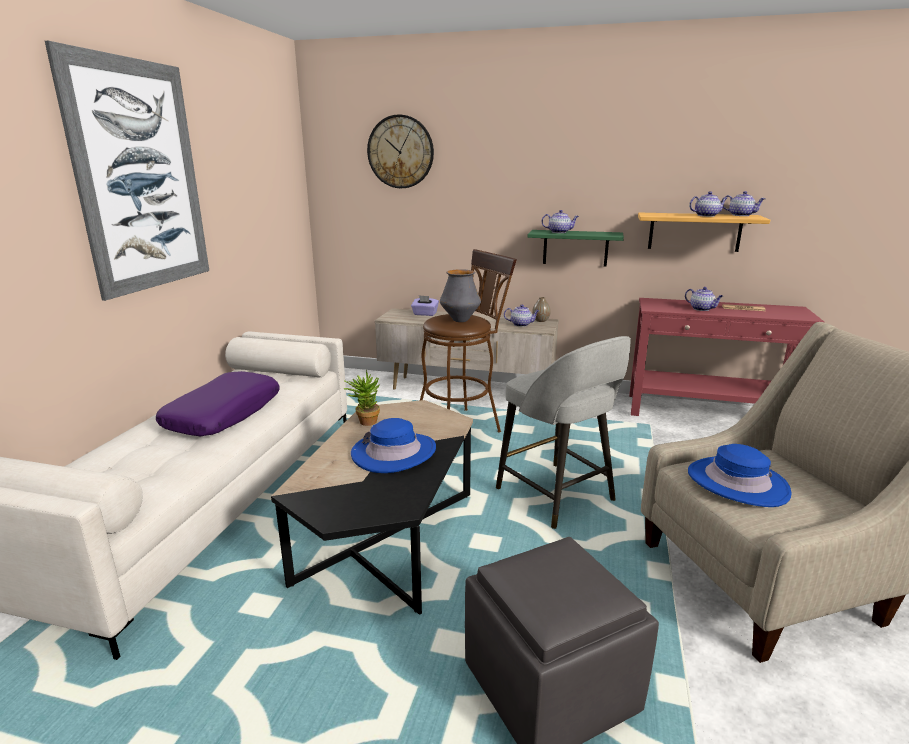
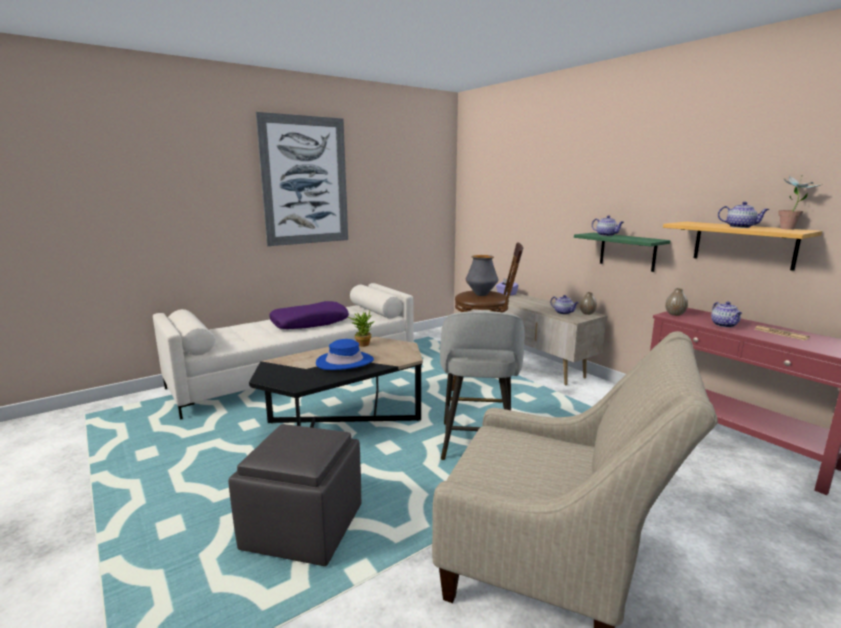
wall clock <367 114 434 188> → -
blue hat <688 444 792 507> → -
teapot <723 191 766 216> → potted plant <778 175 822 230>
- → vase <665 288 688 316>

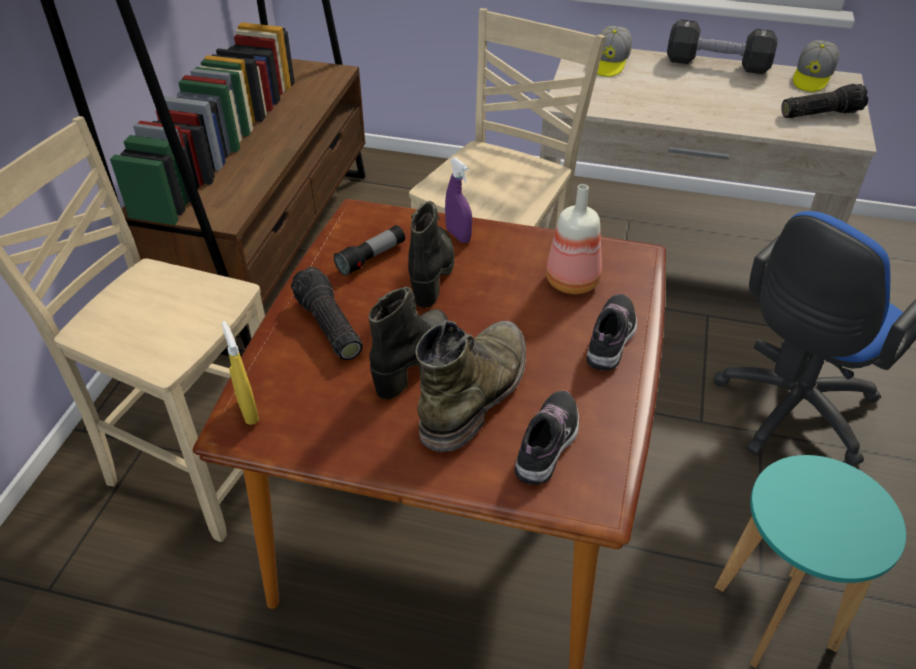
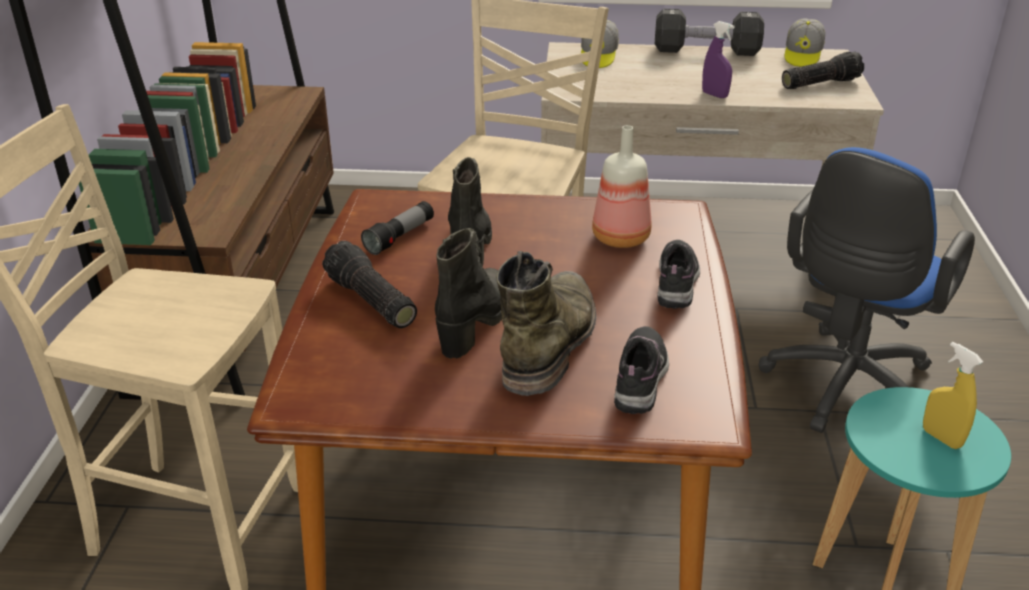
yellow spray bottle <222 321 259 425> → yellow spray bottle <923 342 983 449>, moved
purple spray bottle <445 157 472 243> → purple spray bottle <702 21 735 98>, moved

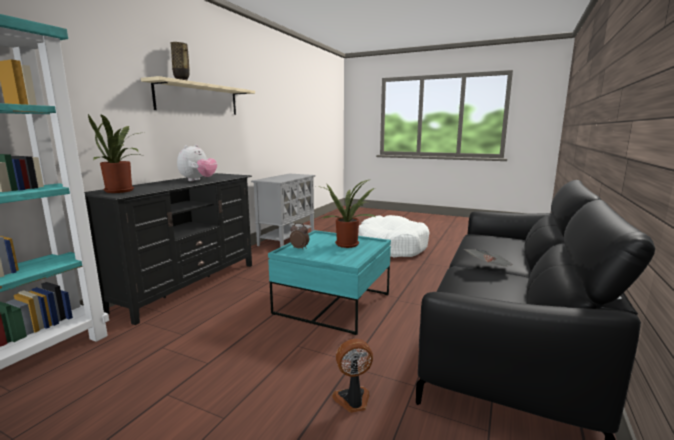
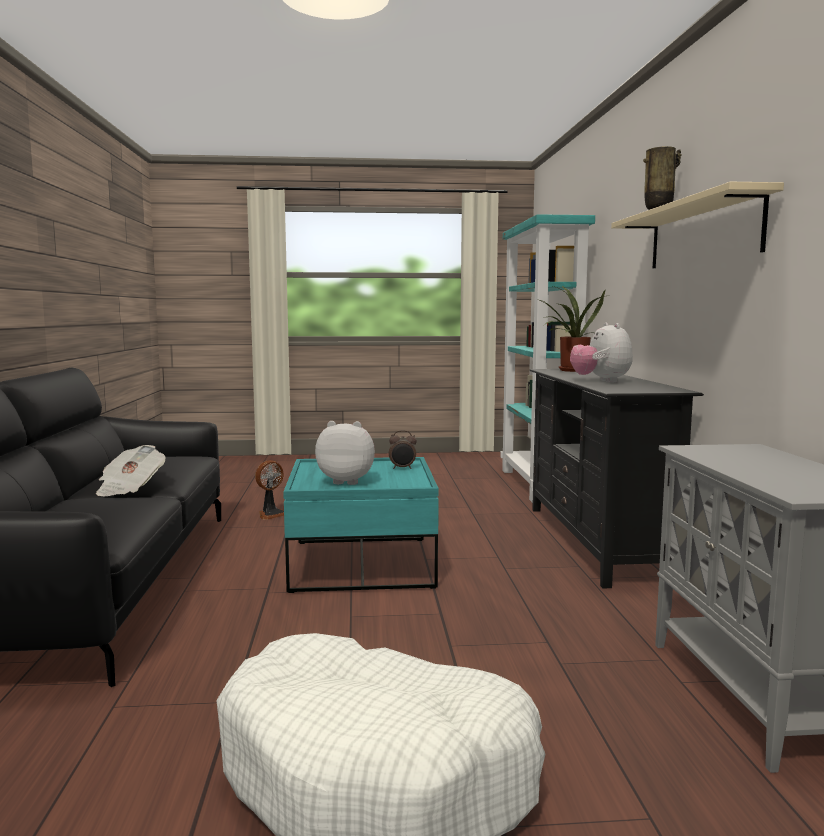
potted plant <316 179 377 248> → plush toy <315 421 375 485>

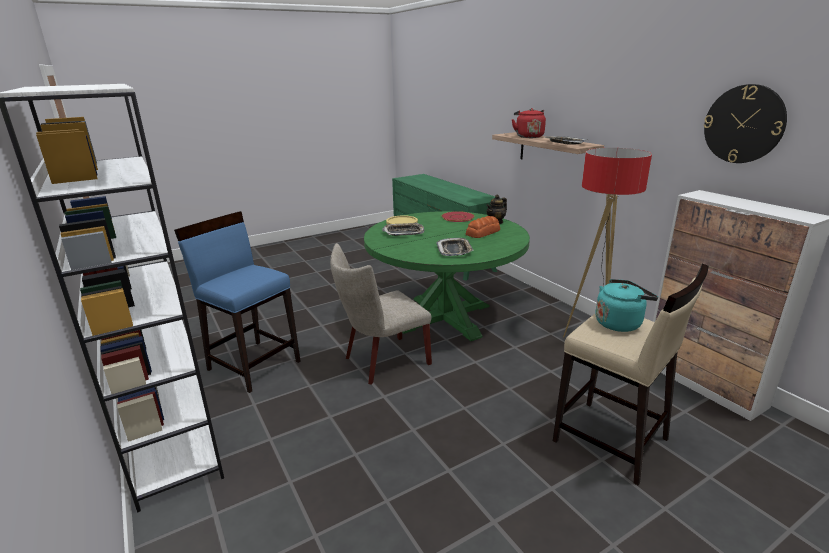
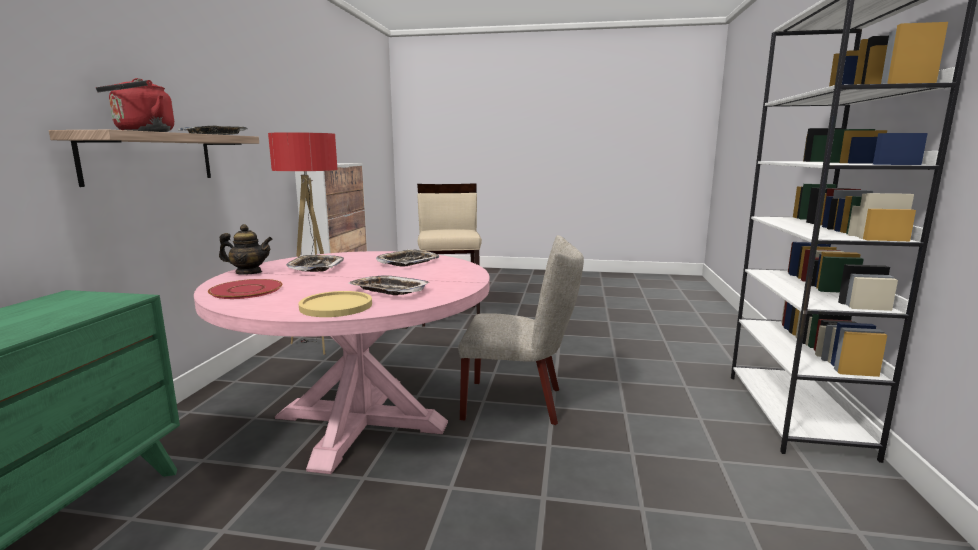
blue stool <174 211 300 393> → -
green dining table <364 211 530 341> → pink dining table <194 251 490 474>
bread <466 216 500 238> → tray <286 255 344 272>
turquoise kettle <595 279 658 332> → -
wall clock <704 84 787 163> → -

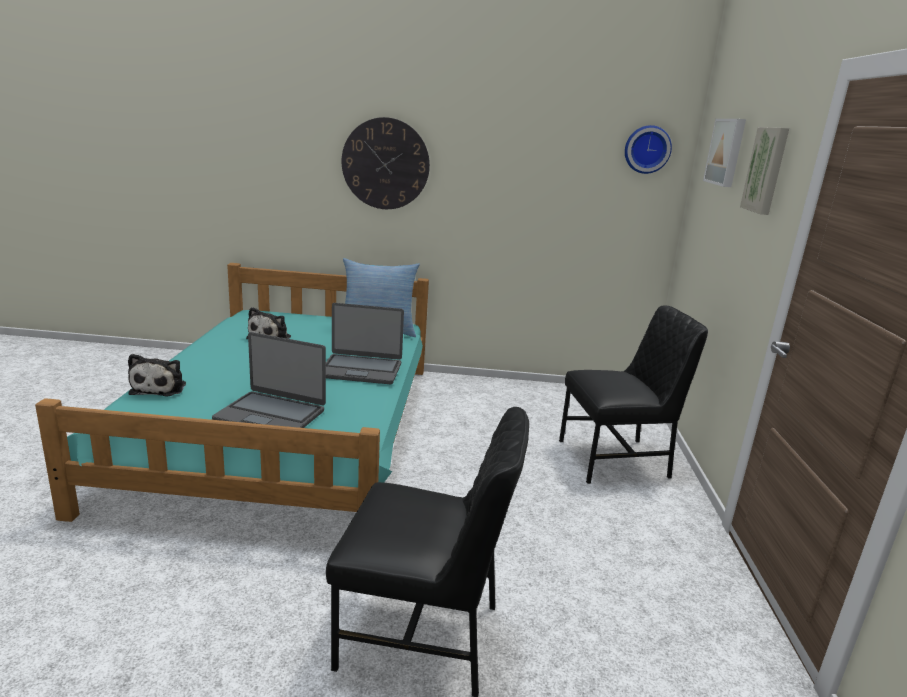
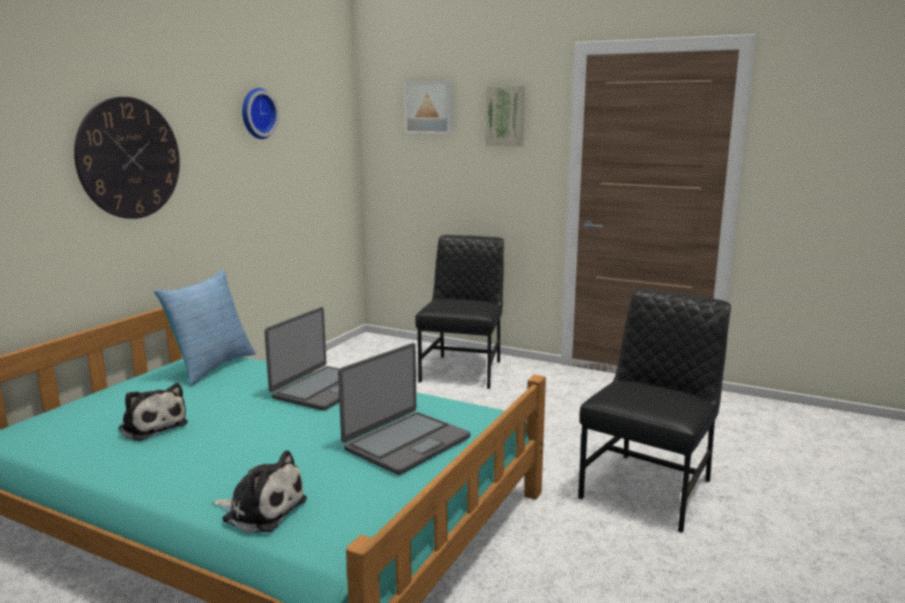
wall clock <625 125 672 174> → wall clock <242 88 279 139>, moved

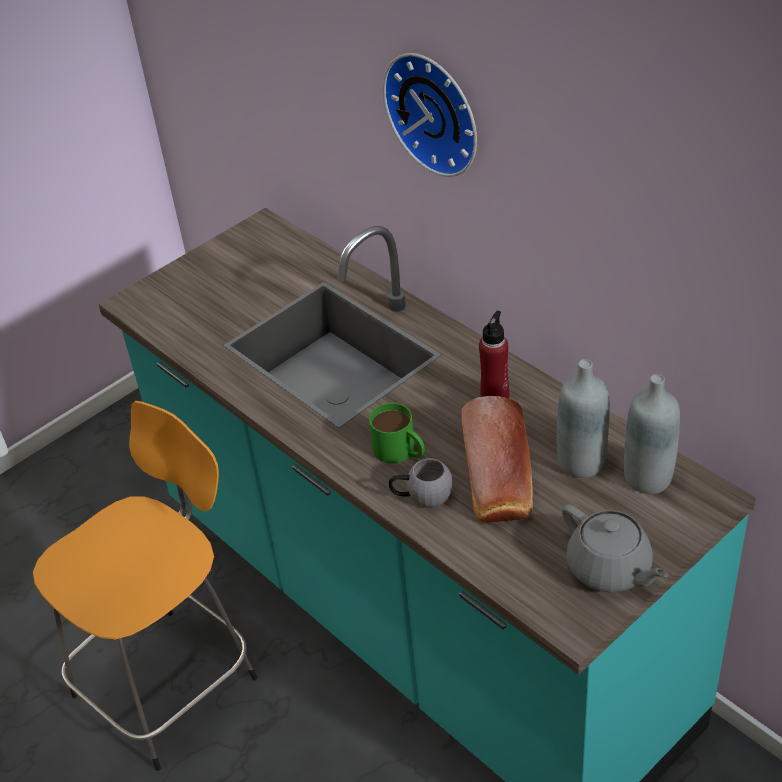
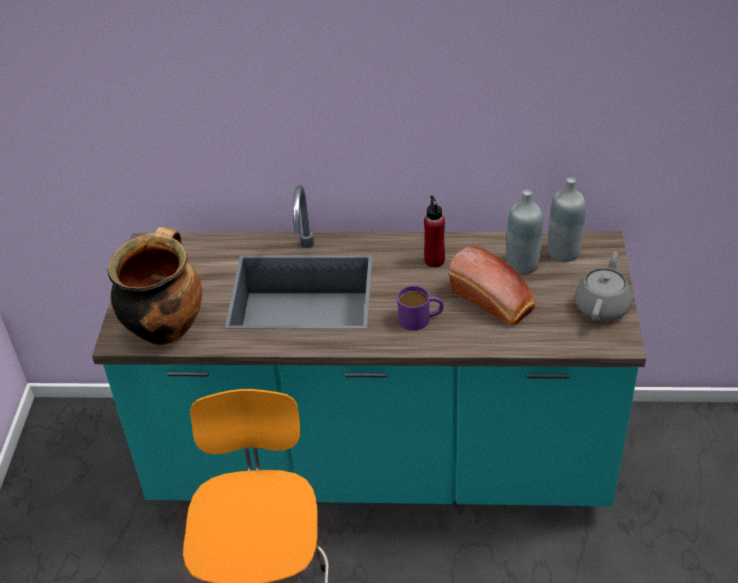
green mug <369 403 425 463> → purple mug <397 286 443 331>
wall clock <383 53 477 177> → -
grey mug <389 458 453 508> → -
grey teapot <562 504 668 593> → grey teapot <575 251 632 322>, 75 degrees counterclockwise
- → cooking pot <108 227 202 345>

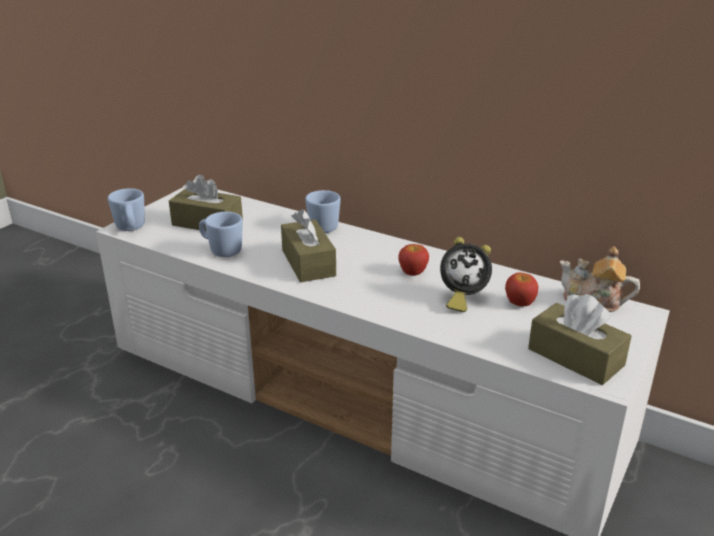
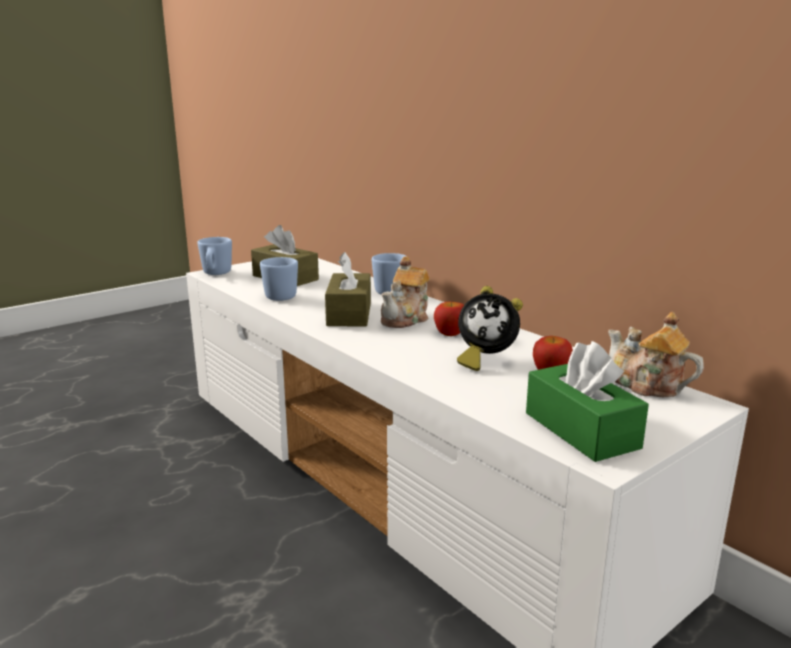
brown tissue box <528 294 632 385> → green tissue box <526 341 649 462>
- → teapot <381 256 429 328>

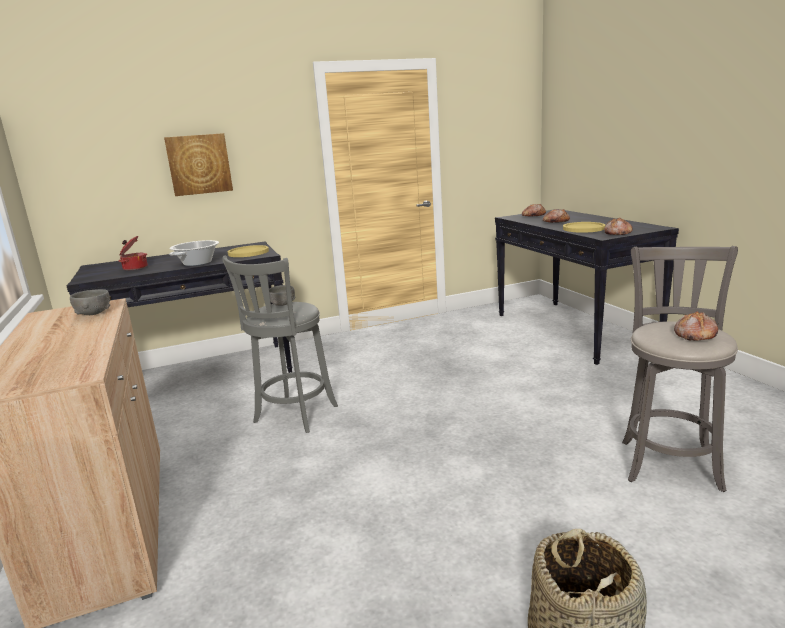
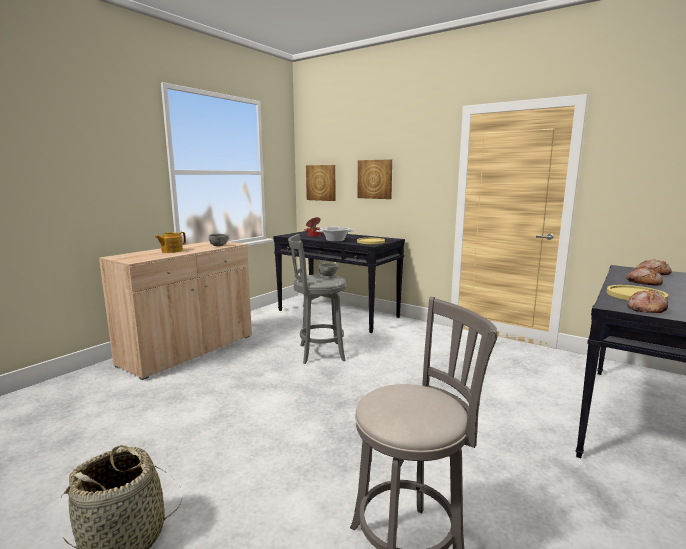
bread <674 311 718 341> → -
- → teapot <155 232 186 253>
- → picture <306 165 336 201>

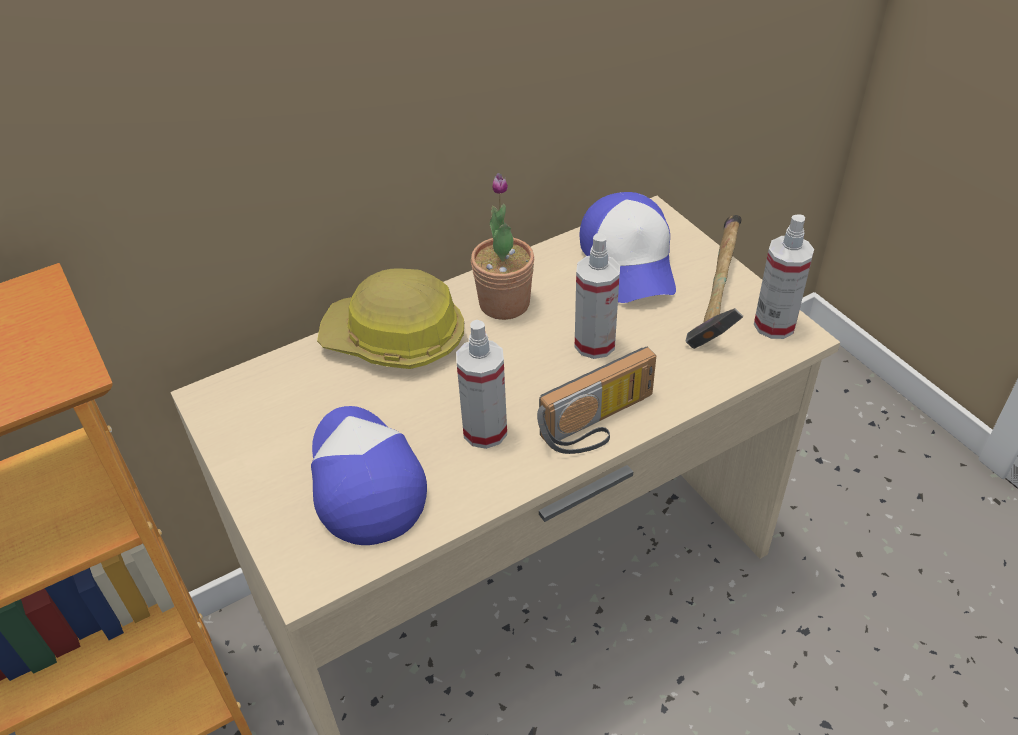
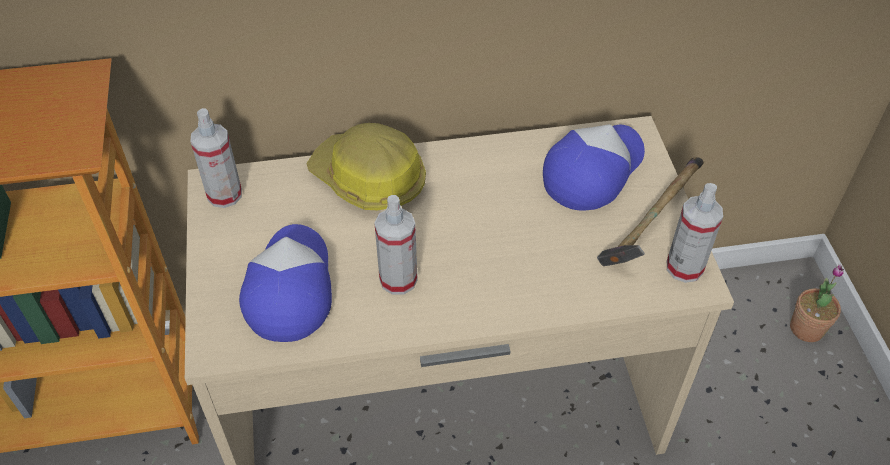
potted plant <471 173 534 320> → potted plant <790 264 844 342>, moved
radio <537 347 656 454> → -
spray bottle <575 233 620 359> → spray bottle <191 108 242 208>, moved
cap <580 192 676 303> → cap <543 125 645 210>, 150 degrees counterclockwise

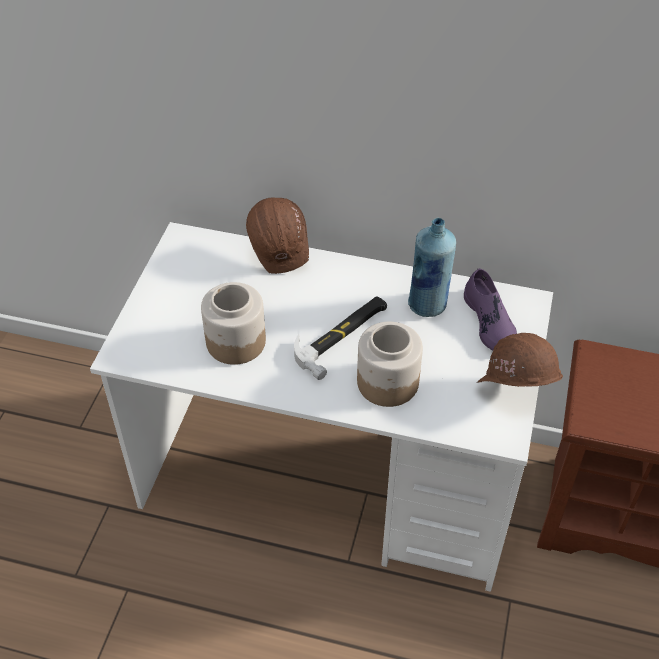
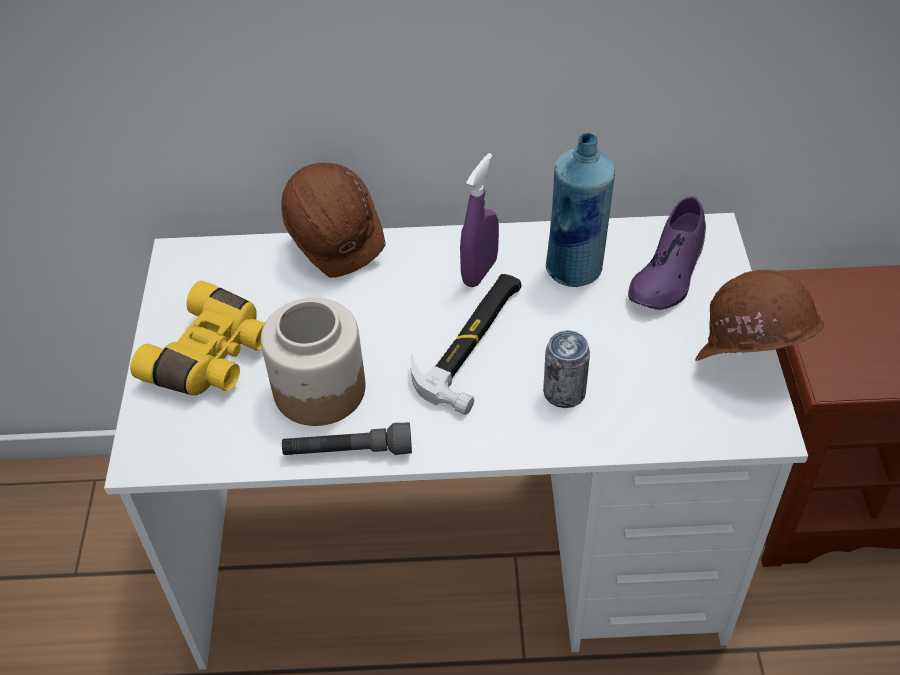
jar <357 322 423 407> → can <543 330 590 408>
purple shoe <464 268 517 350> → purple shoe <628 196 706 310>, 60 degrees clockwise
- → yellow binoculars <130 281 265 395>
- → grey flashlight <282 423 412 455>
- → purple spray bottle <460 153 499 287>

